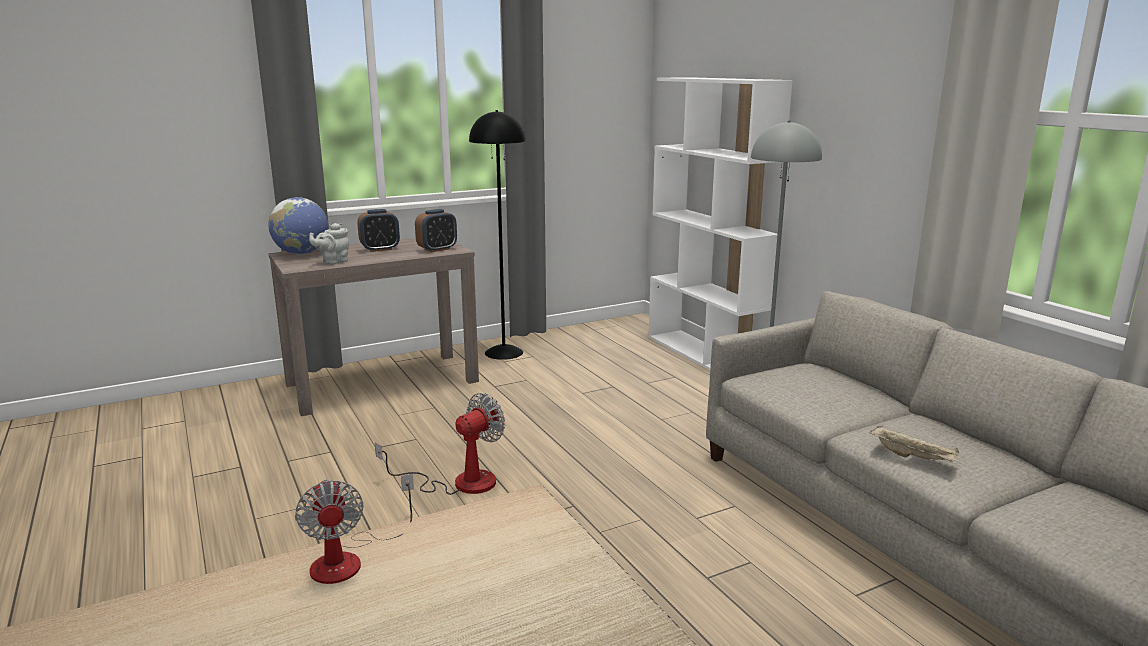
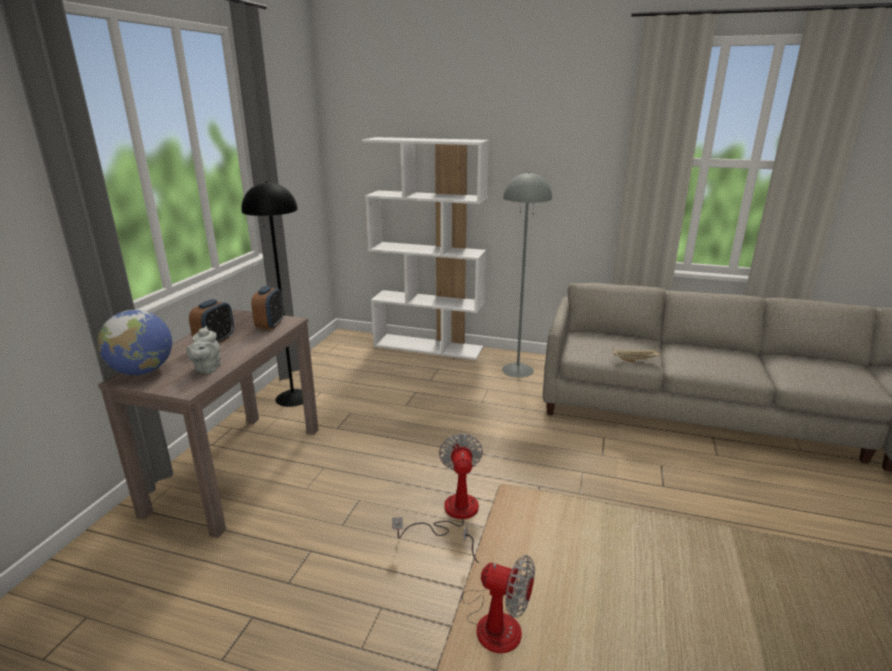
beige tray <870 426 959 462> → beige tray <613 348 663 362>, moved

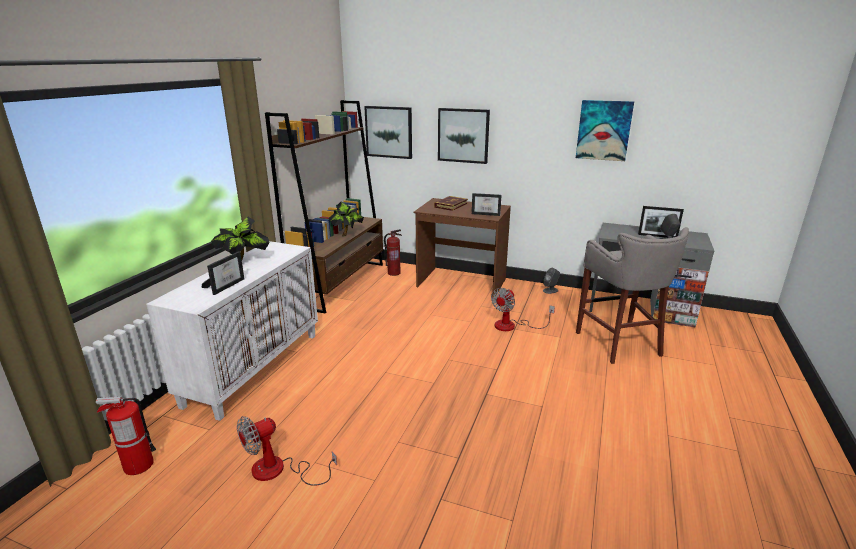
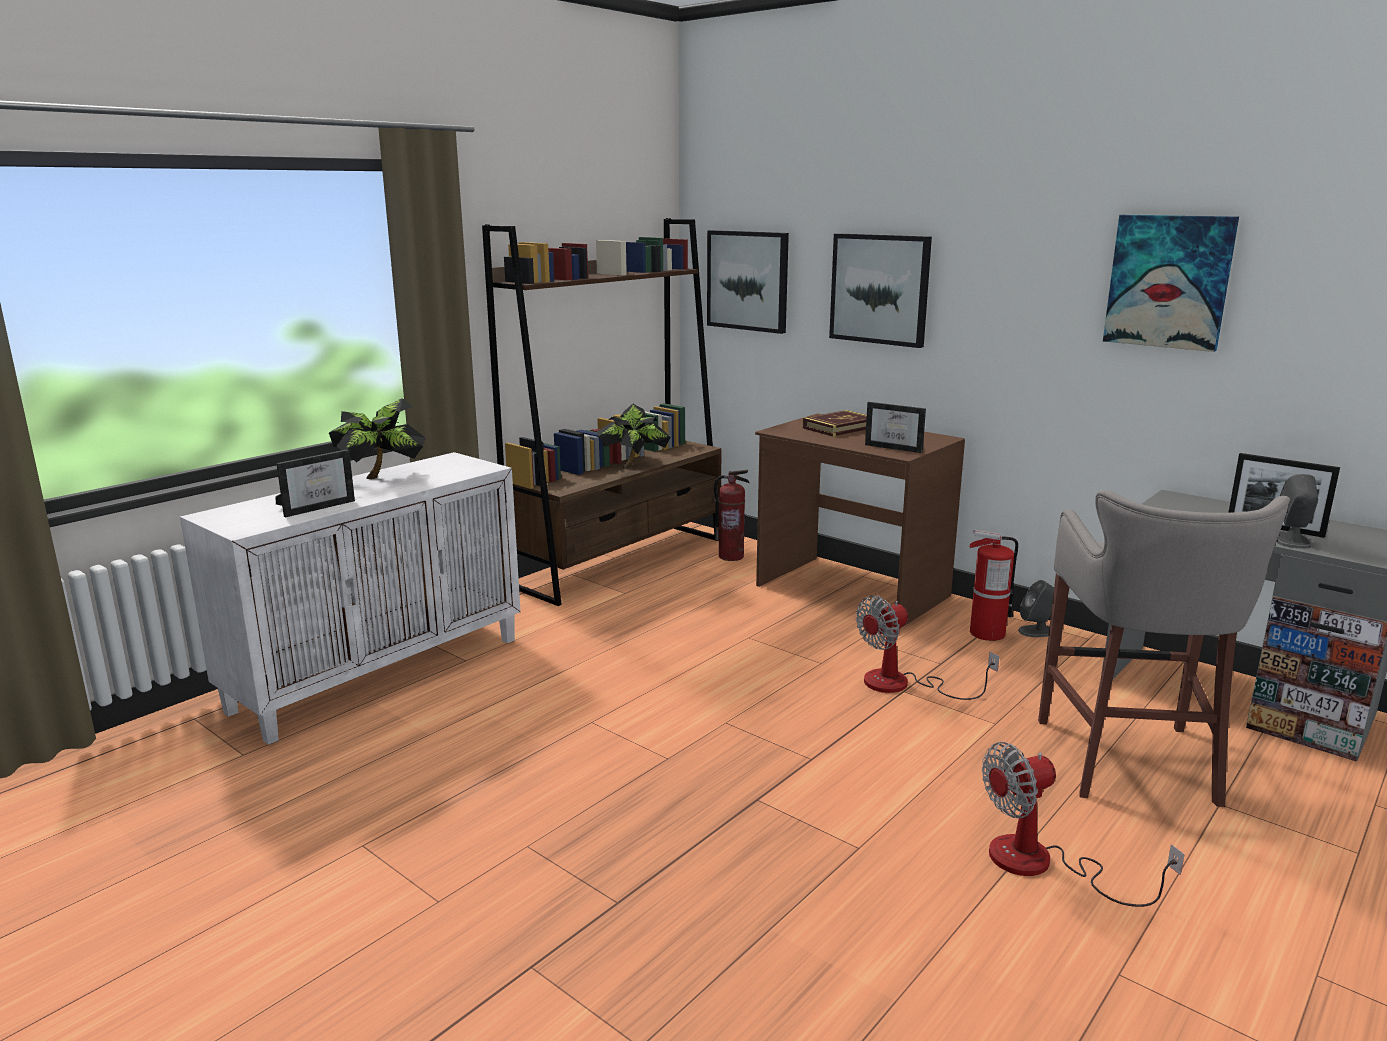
fire extinguisher <96 397 156 475> → fire extinguisher <969 530 1018 641>, moved
fan <237 416 337 486> → fan <982 742 1185 907>, moved

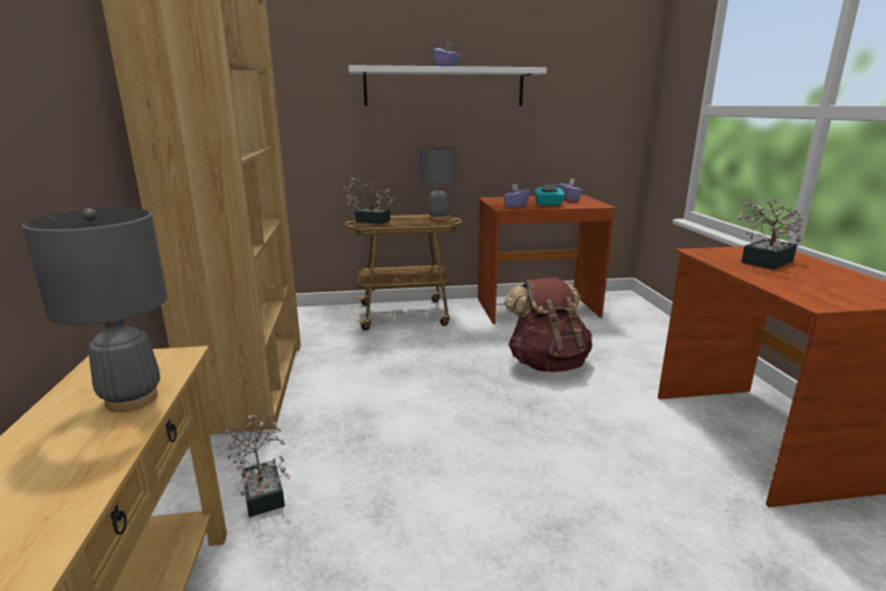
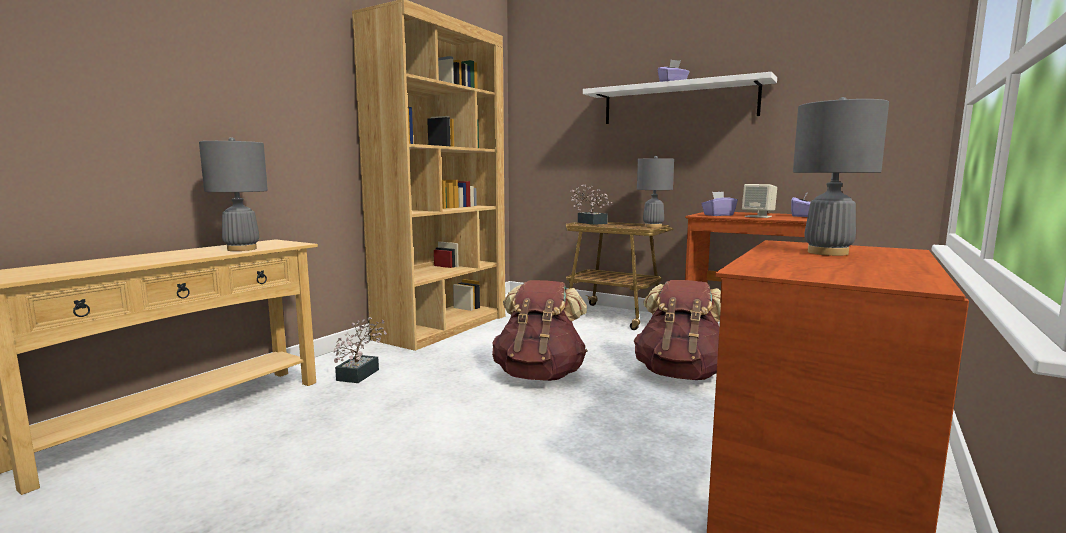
turquoise tissue box <534 183 565 206> → beige speaker <742 184 777 218>
potted plant <737 198 804 270> → grey table lamp <793 97 889 256>
- → brown backpack <492 280 587 381>

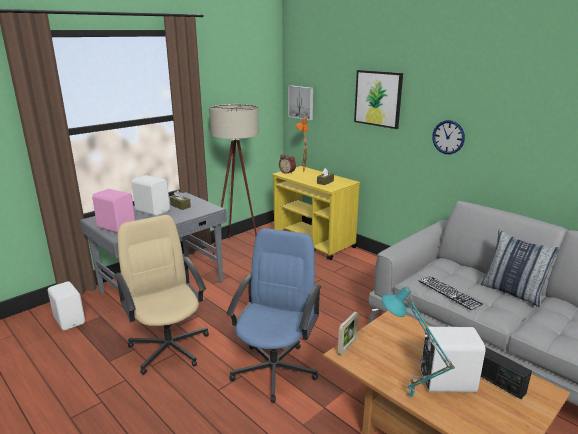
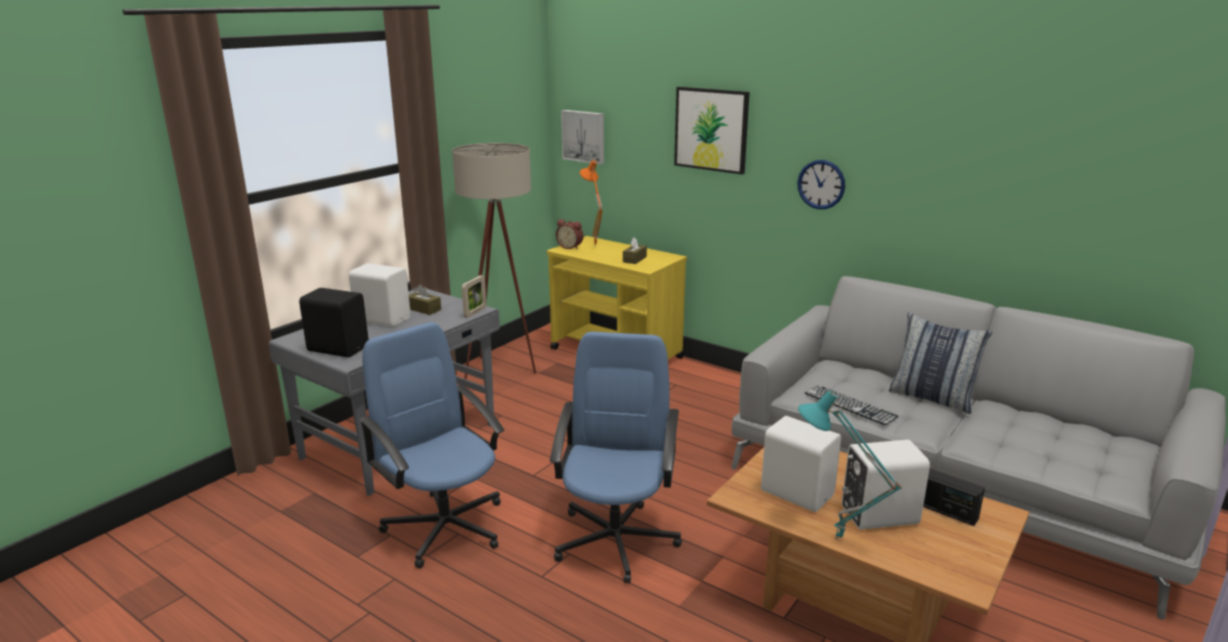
white speaker <48 281 85 330> → white speaker <761 416 841 512>, moved
pink speaker <92 189 135 233> → black speaker <299 288 369 358>
beige office chair <115 215 209 375> → blue office chair <359 322 504 569>
picture frame <338 311 358 356> → picture frame <462 275 486 318>, moved

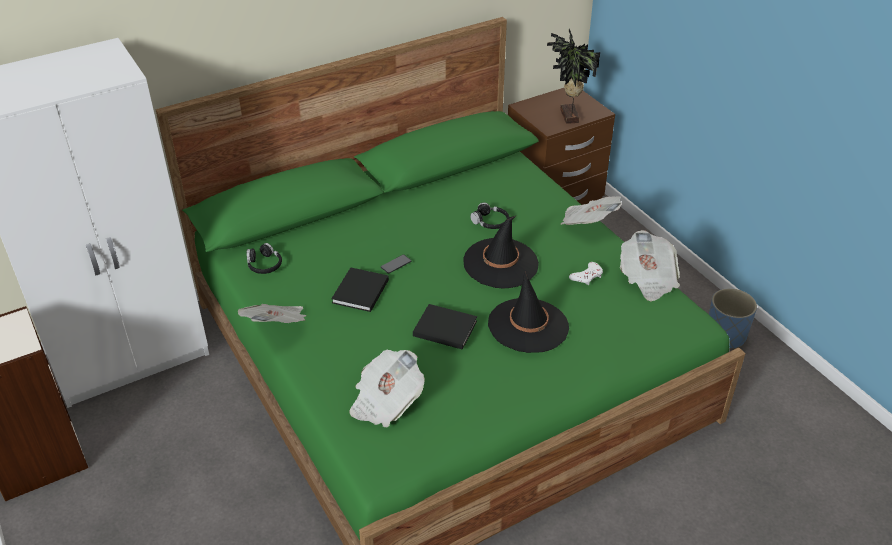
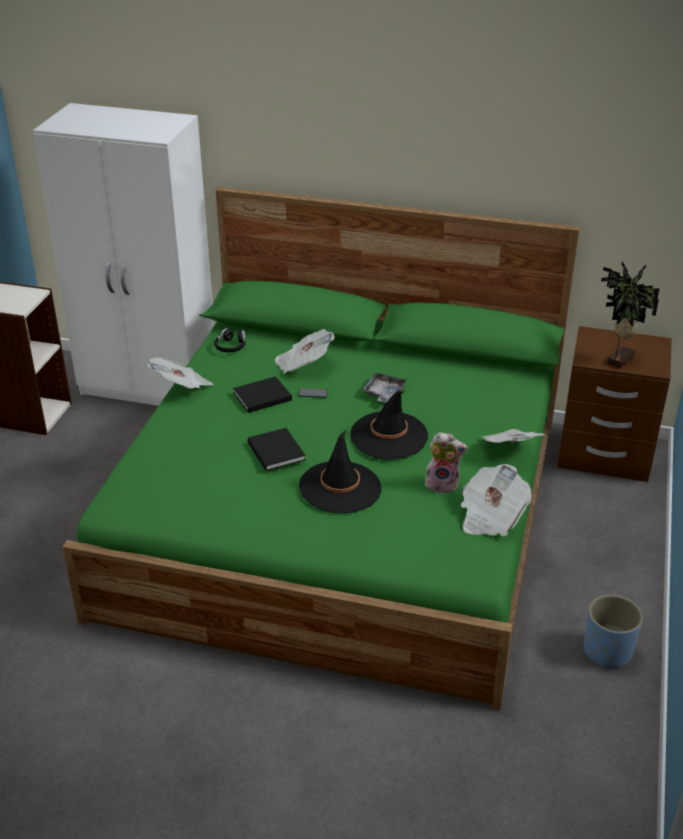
newspaper <349 349 425 427> → newspaper <275 329 334 373>, moved
black headphones <470 203 509 229> → -
white game controller <569 262 603 285> → plush toy <425 432 468 493>
- → grey tray <362 372 407 402>

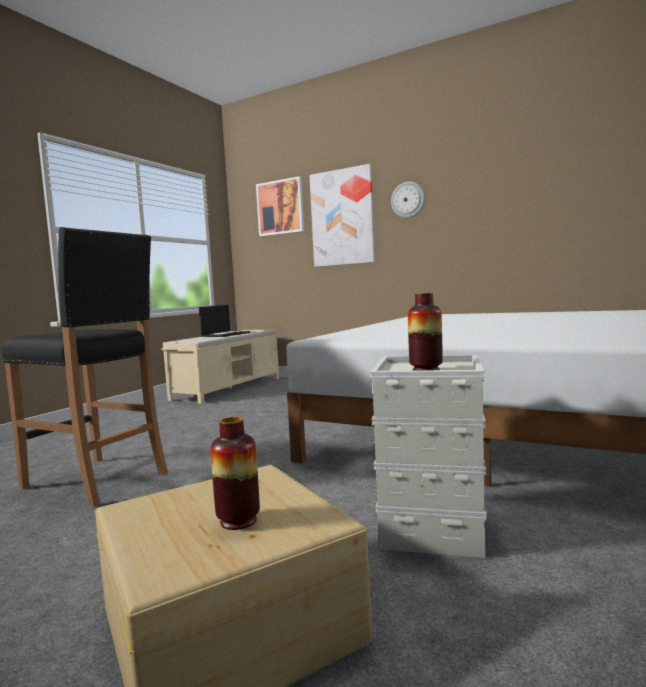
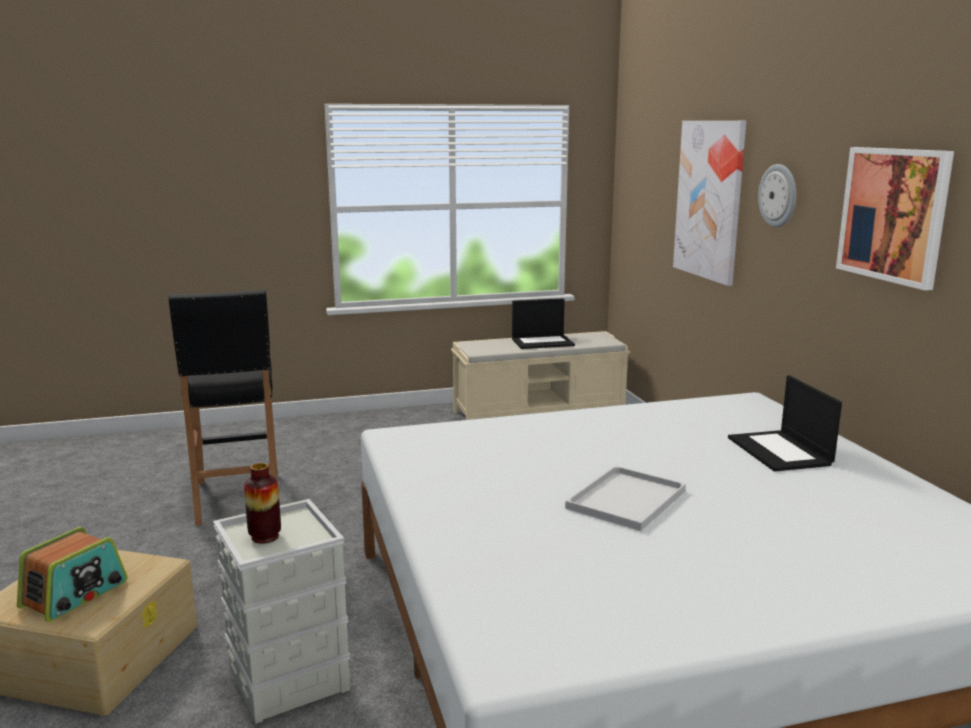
vase <210 417 260 530> → radio <17 527 128 622>
picture <256 176 304 237> → picture <836 147 954 290>, moved
- → white tray <565 466 686 531>
- → laptop <728 375 842 472>

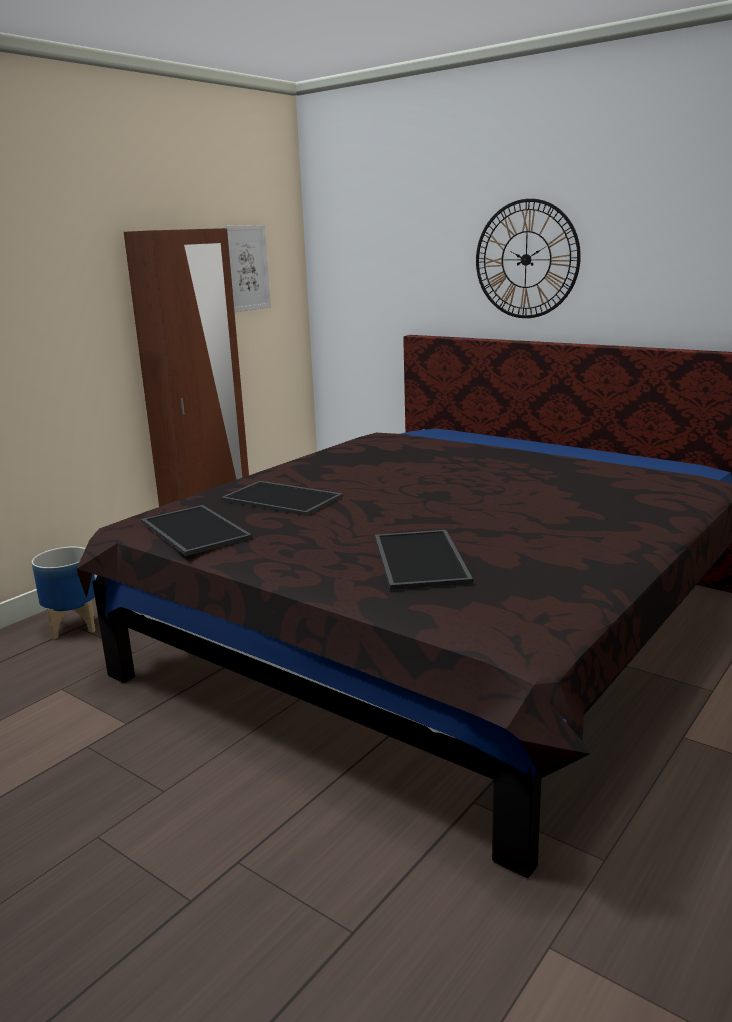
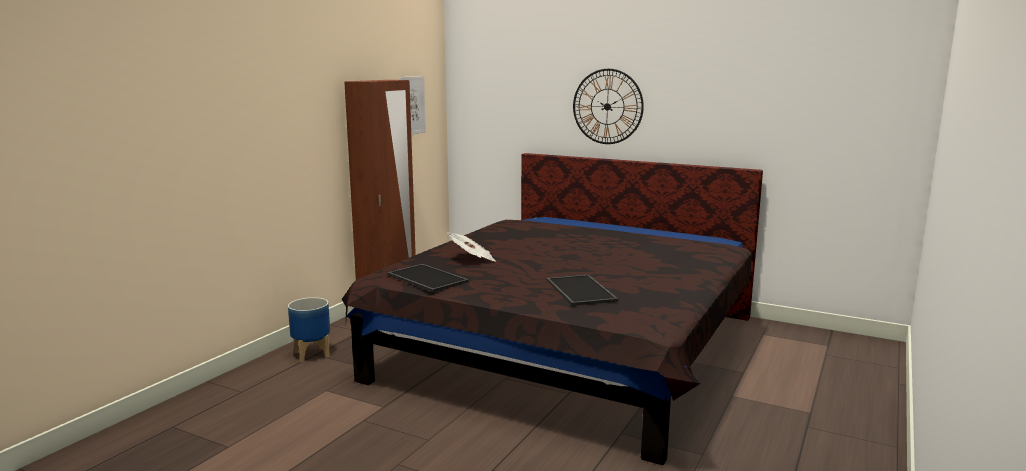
tray <221 481 343 516> → newspaper <447 232 496 261>

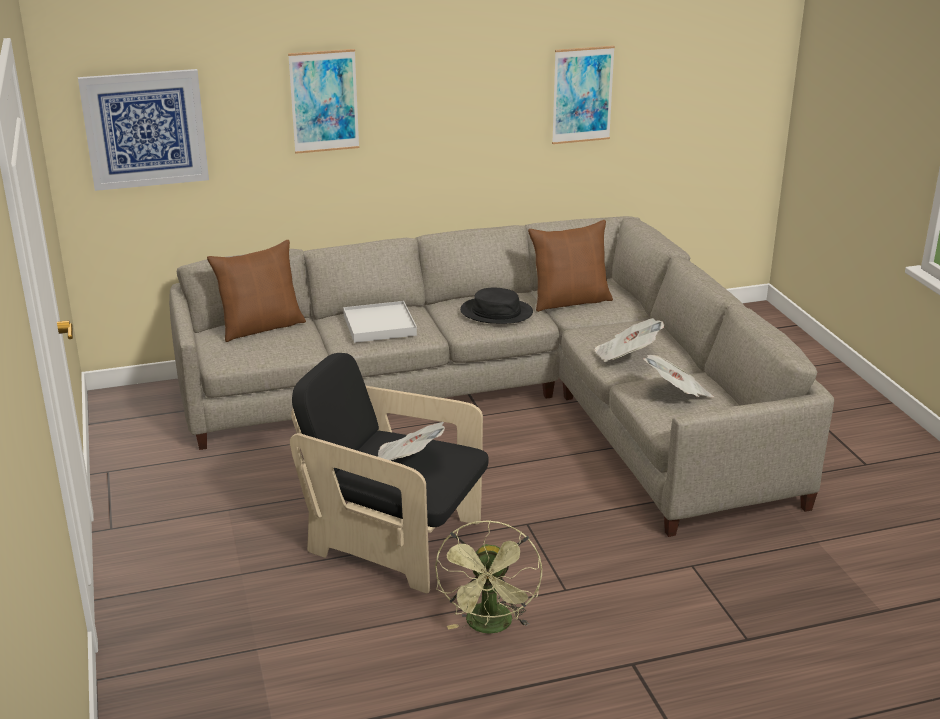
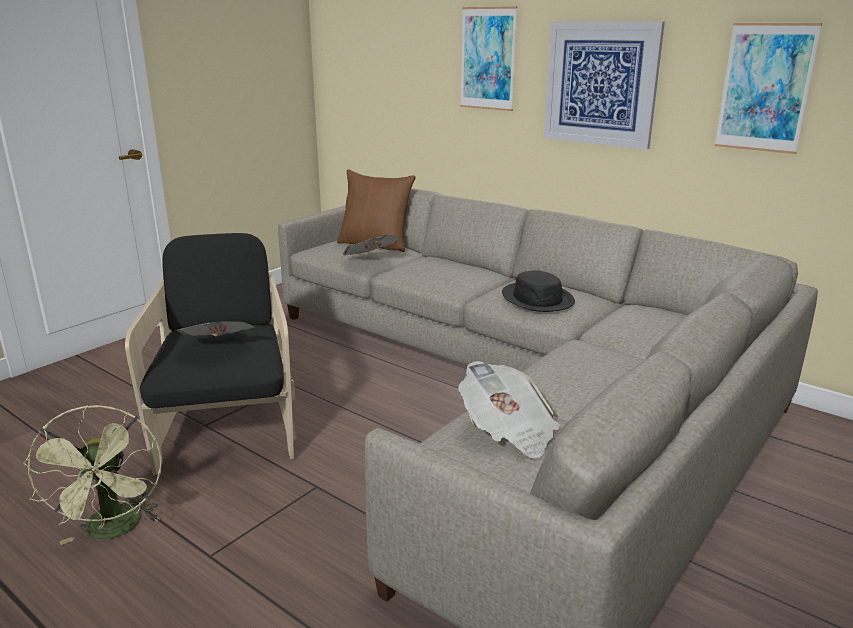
picture <78 69 209 191> → picture <544 22 665 149>, moved
white tray <343 301 417 343> → -
green fan <435 521 542 634> → green fan <23 405 162 545>, 75 degrees counterclockwise
brown pillow <528 220 613 312> → -
newspaper <594 318 664 362> → newspaper <343 235 398 255>, moved

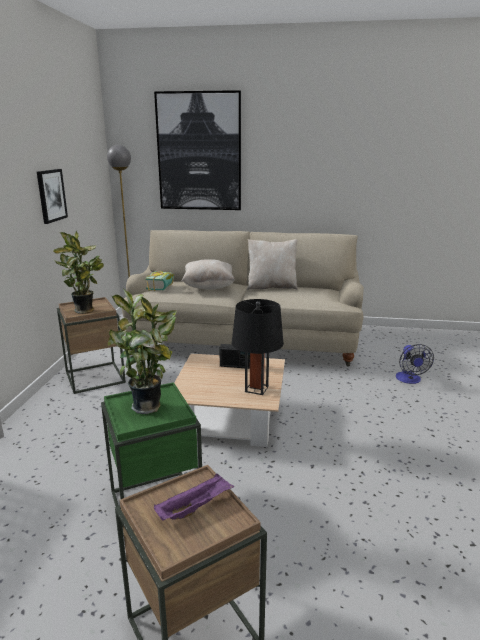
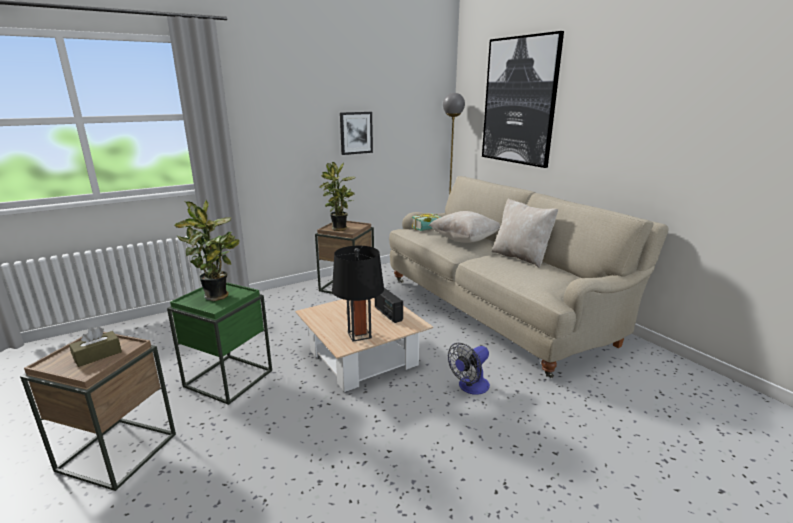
purple tray <154 473 234 521> → brown tissue box <69 327 122 367>
fan <396 344 434 384> → fan <448 343 490 395>, moved

